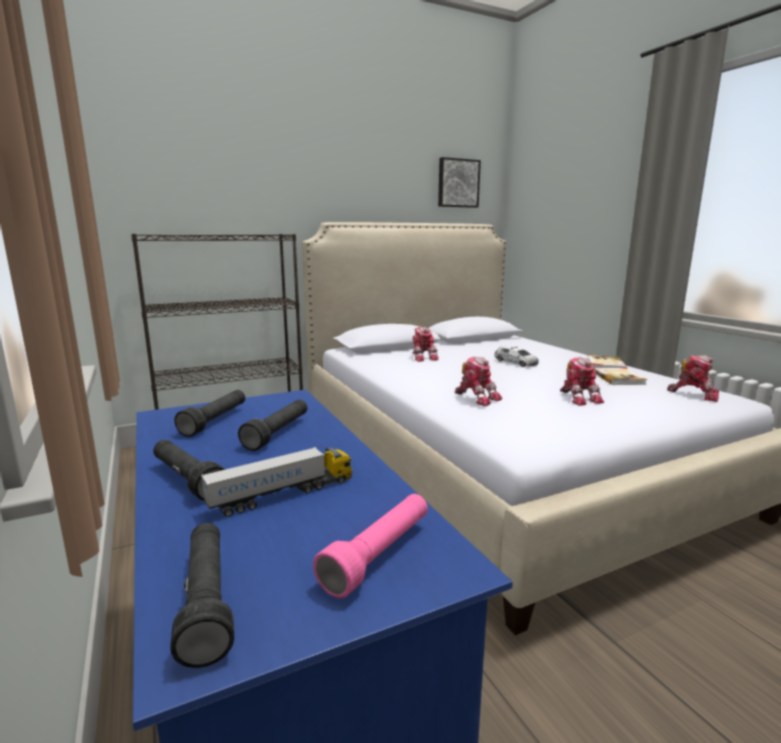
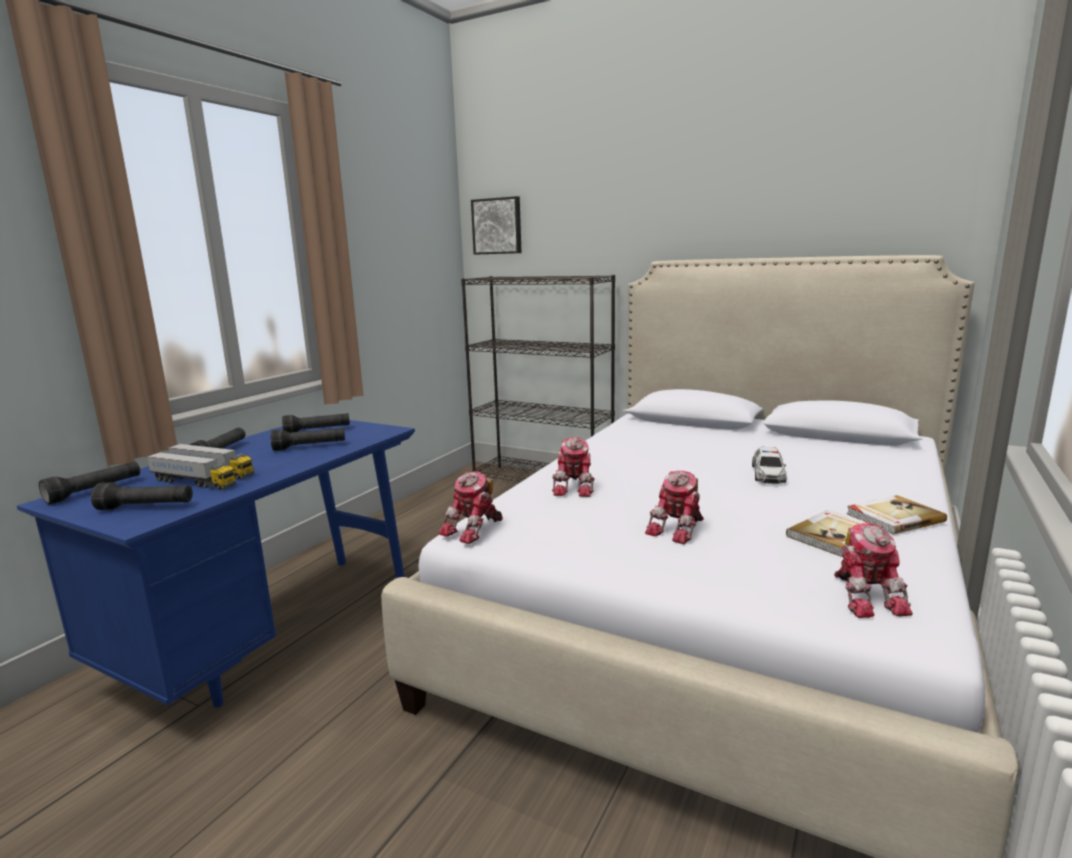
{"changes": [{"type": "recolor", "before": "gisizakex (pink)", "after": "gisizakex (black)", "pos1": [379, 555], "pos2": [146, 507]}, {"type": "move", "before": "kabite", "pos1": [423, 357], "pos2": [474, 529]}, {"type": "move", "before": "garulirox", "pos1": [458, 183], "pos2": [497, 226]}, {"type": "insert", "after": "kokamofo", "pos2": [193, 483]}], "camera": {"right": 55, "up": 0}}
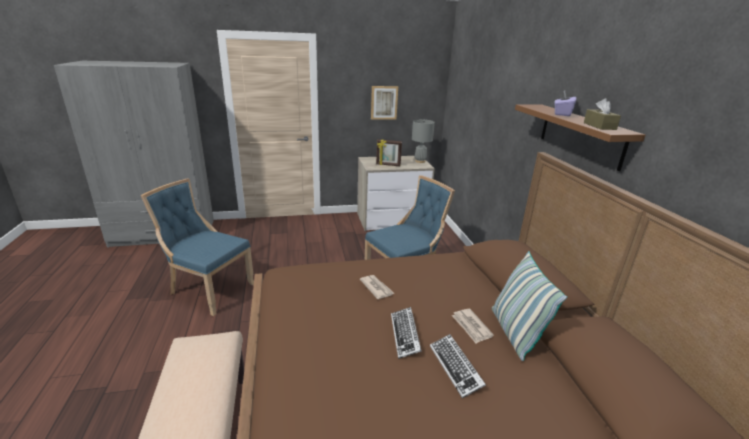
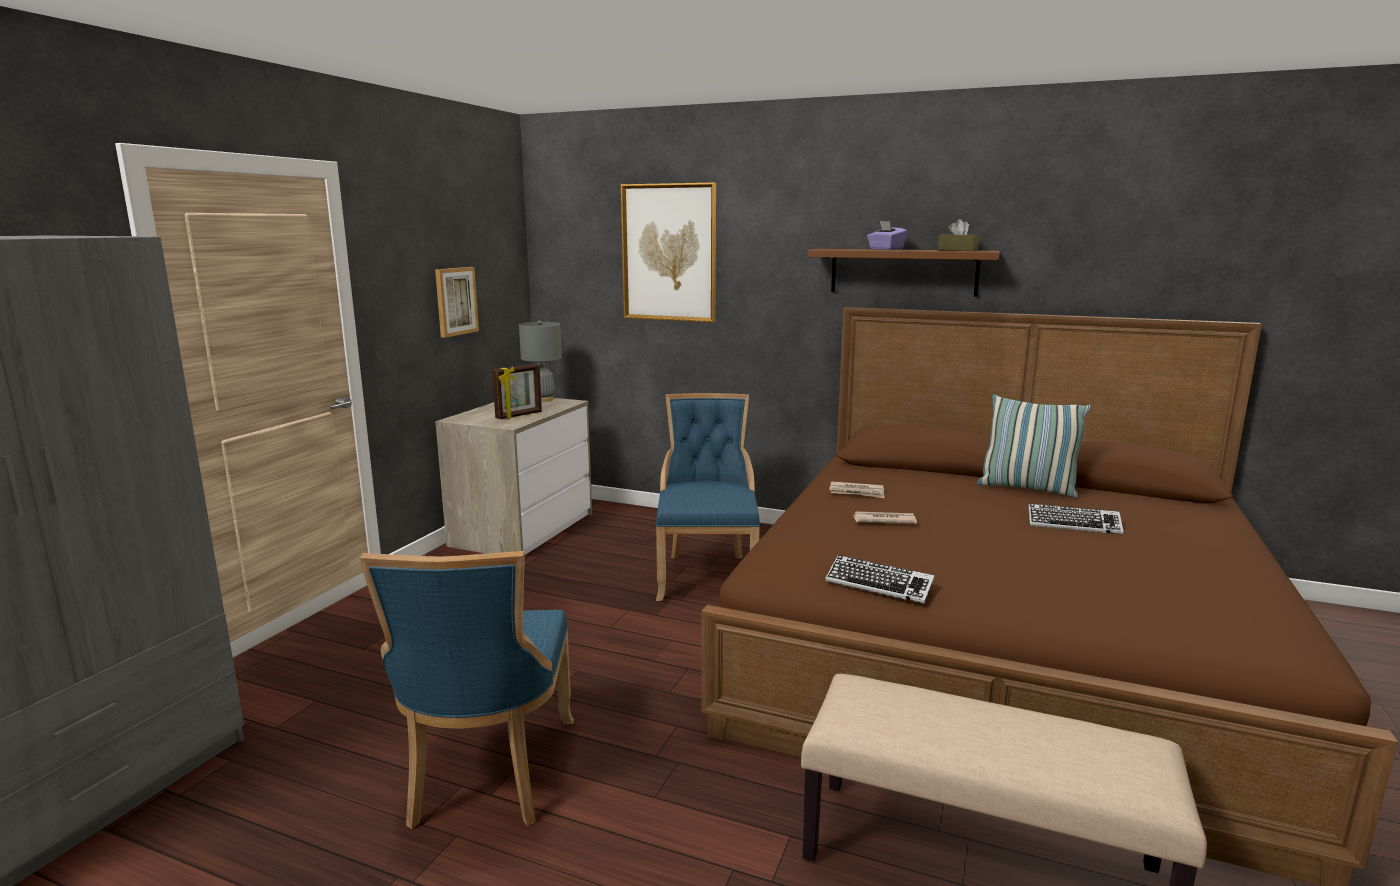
{"changes": [{"type": "rotate", "before": "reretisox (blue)", "pos1": [208, 289], "pos2": [487, 774], "turn": -60}, {"type": "move", "before": "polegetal", "pos1": [405, 335], "pos2": [878, 585]}, {"type": "move", "before": "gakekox", "pos1": [471, 327], "pos2": [857, 492]}, {"type": "insert", "after": "garulirox", "pos2": [669, 253]}], "camera": {"right": -55, "up": -10}}
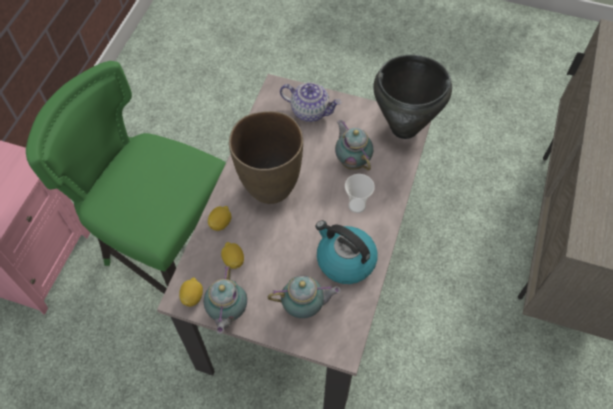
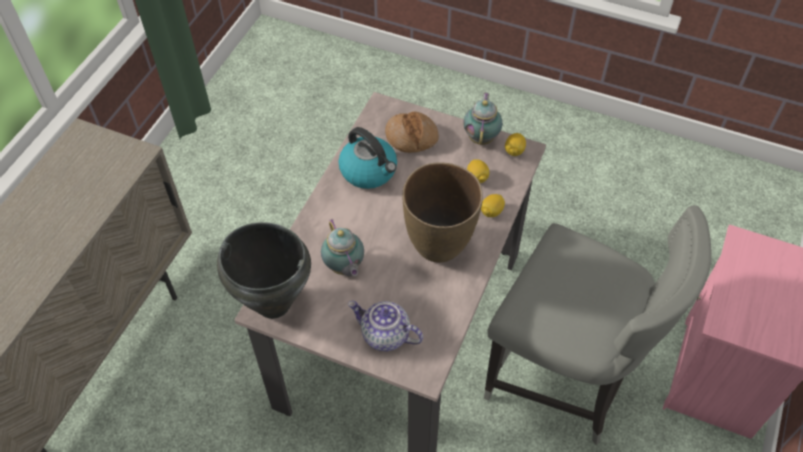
{"changes": [{"type": "recolor", "before": "reretisox (green)", "after": "reretisox (grey)", "pos1": [166, 250], "pos2": [564, 379]}, {"type": "replace", "before": "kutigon", "after": "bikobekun", "pos1": [305, 307], "pos2": [411, 137]}, {"type": "delete", "before": "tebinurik", "pos1": [357, 205]}], "camera": {"right": -175, "up": -5}}
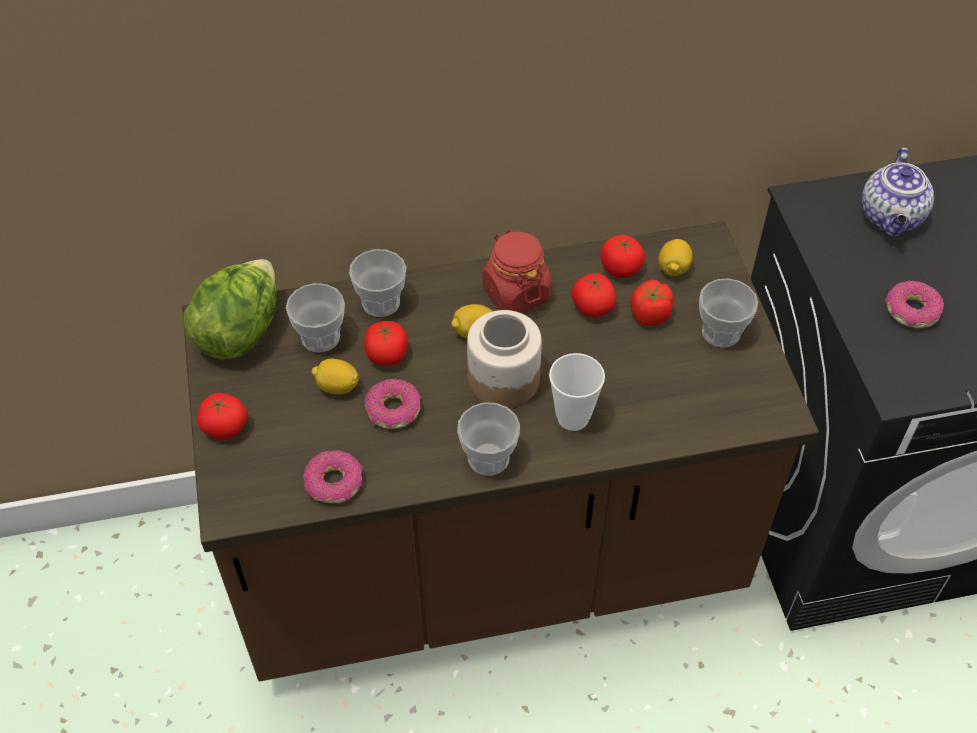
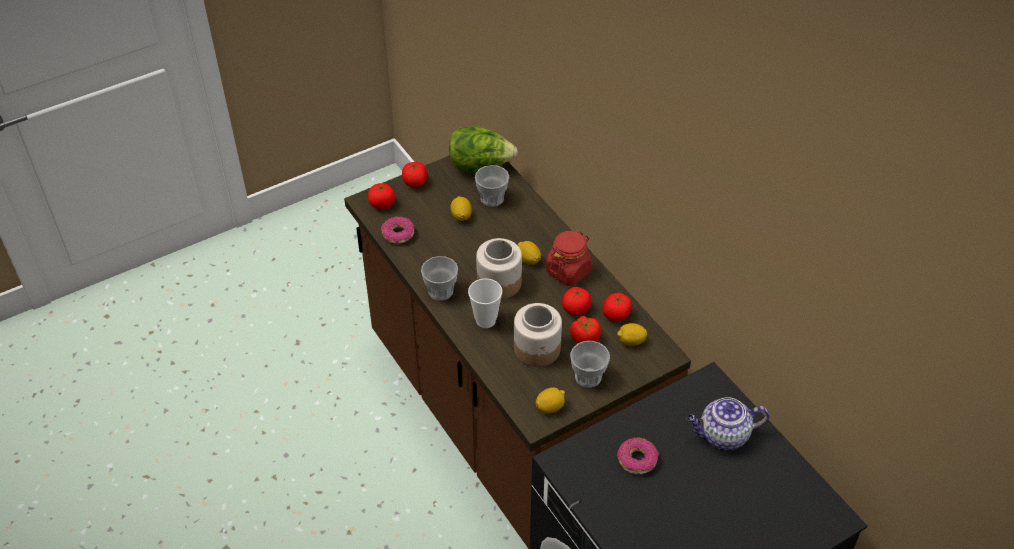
{"changes": [{"type": "delete", "before": "tebinurik", "pos1": [381, 302]}, {"type": "move", "before": "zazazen", "pos1": [387, 355], "pos2": [382, 204]}, {"type": "delete", "before": "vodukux", "pos1": [393, 410]}, {"type": "insert", "after": "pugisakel", "pos2": [537, 349]}, {"type": "insert", "after": "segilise", "pos2": [550, 407]}], "camera": {"right": 70, "up": -5}}
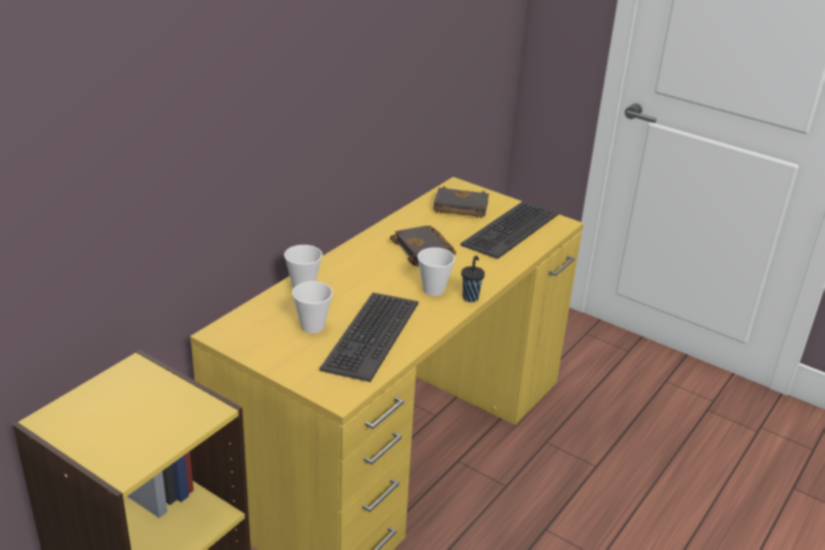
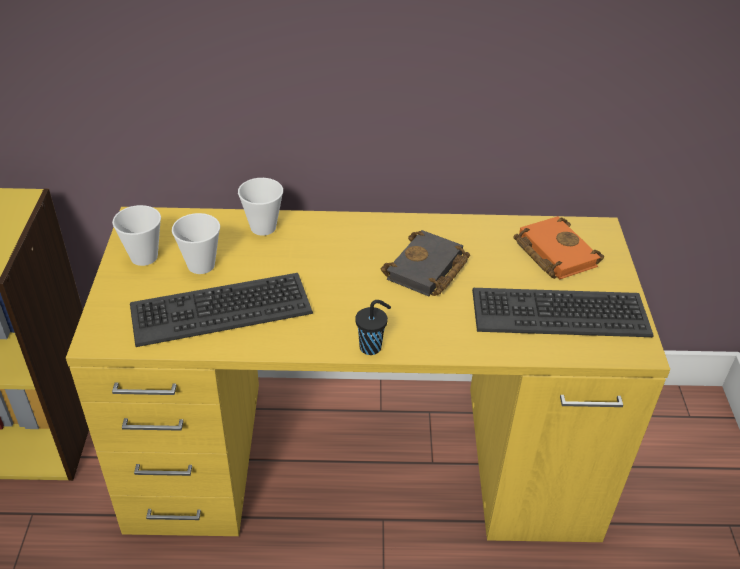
{"changes": [{"type": "move", "before": "tebinurik", "pos1": [433, 290], "pos2": [144, 257]}, {"type": "recolor", "before": "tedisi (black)", "after": "tedisi (orange)", "pos1": [459, 208], "pos2": [552, 252]}], "camera": {"right": 55, "up": 10}}
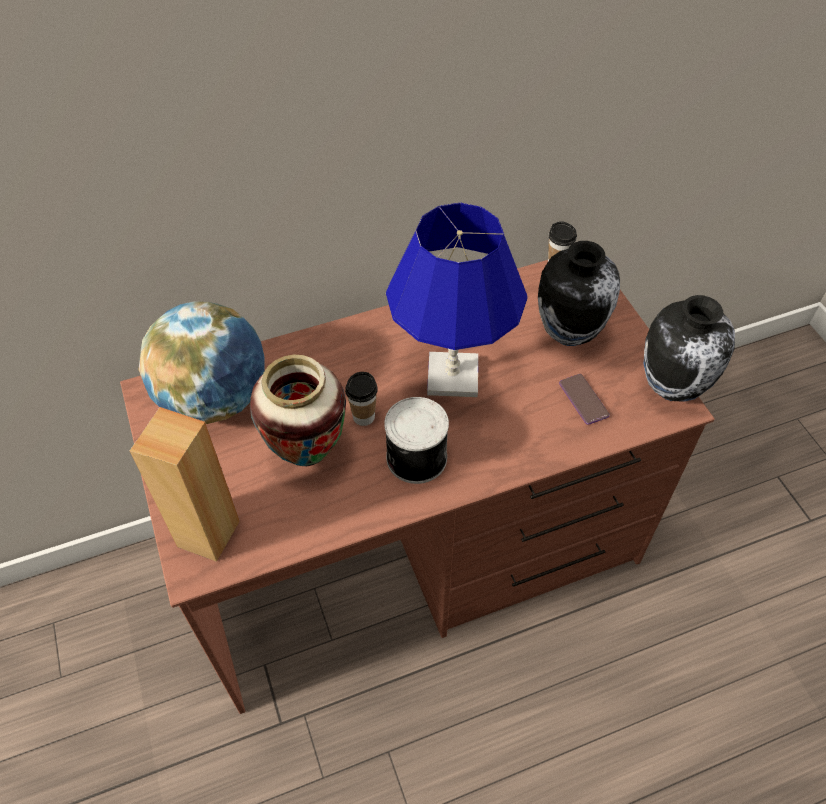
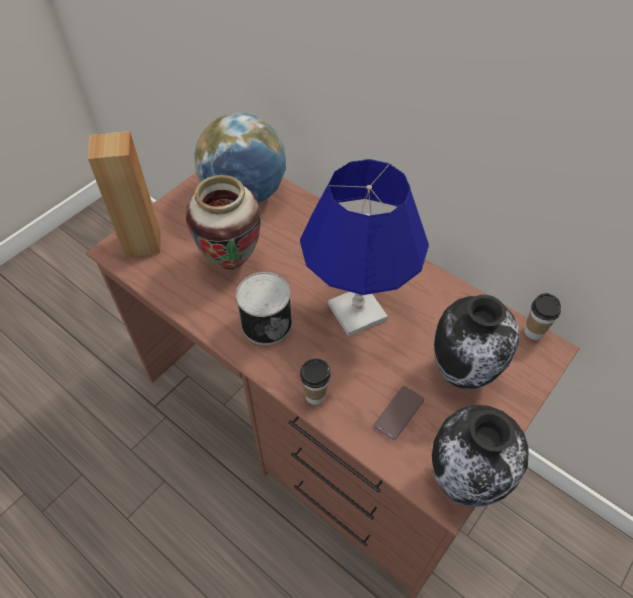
{"changes": [{"type": "move", "before": "tebinurik", "pos1": [363, 417], "pos2": [315, 395]}], "camera": {"right": 60, "up": 0}}
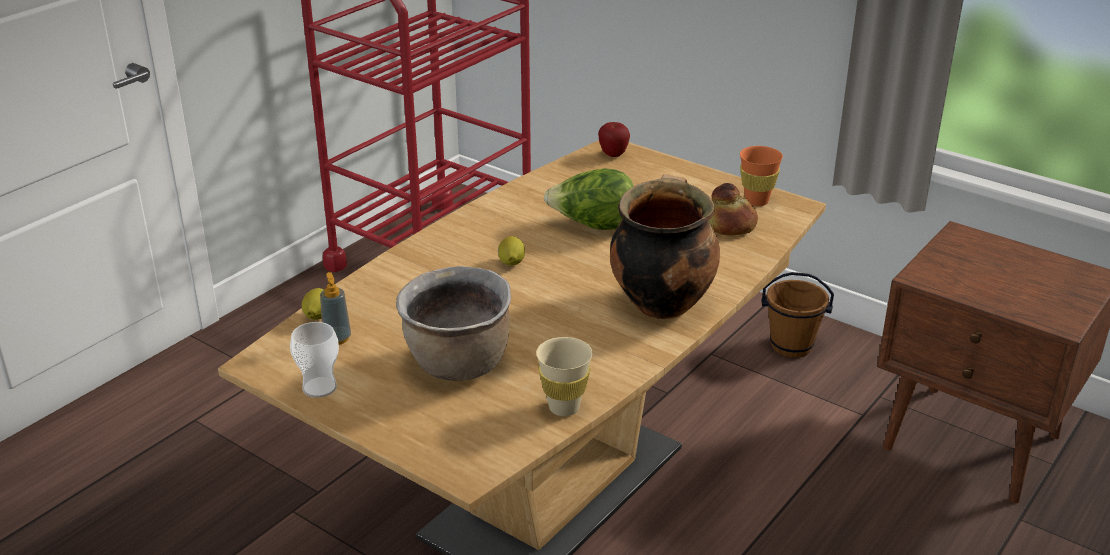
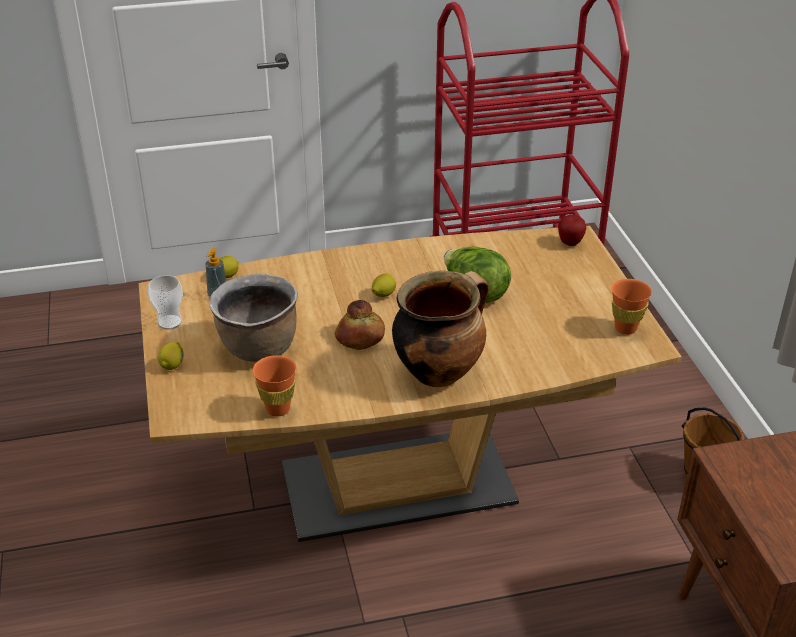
{"changes": [{"type": "recolor", "before": "tebinurik (beige)", "after": "tebinurik (orange)", "pos1": [564, 407], "pos2": [278, 409]}, {"type": "move", "before": "bikobekun", "pos1": [731, 224], "pos2": [361, 337]}, {"type": "insert", "after": "segilise", "pos2": [172, 365]}], "camera": {"right": 40, "up": 5}}
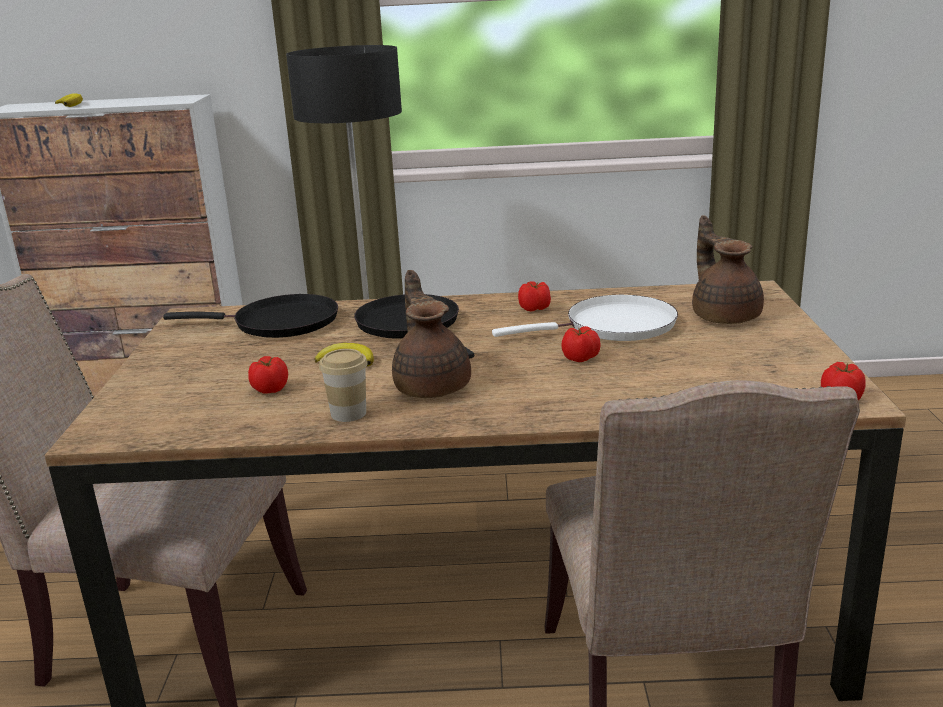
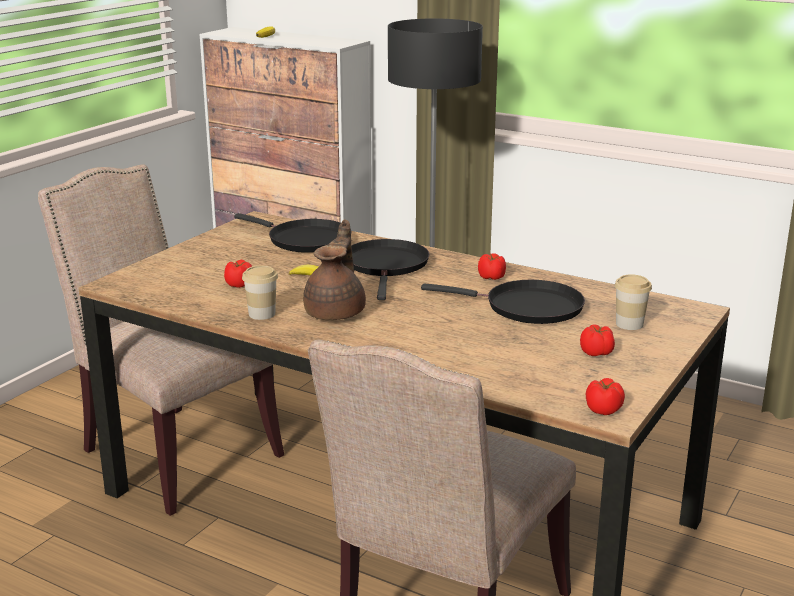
{"changes": [{"type": "recolor", "before": "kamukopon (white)", "after": "kamukopon (black)", "pos1": [613, 326], "pos2": [527, 307]}, {"type": "move", "before": "zazazen", "pos1": [581, 358], "pos2": [597, 353]}, {"type": "replace", "before": "kutigon (brown)", "after": "tebinurik", "pos1": [724, 316], "pos2": [629, 324]}], "camera": {"right": 30, "up": 0}}
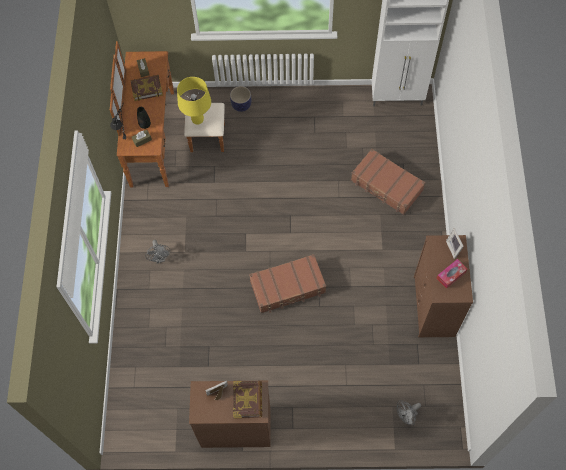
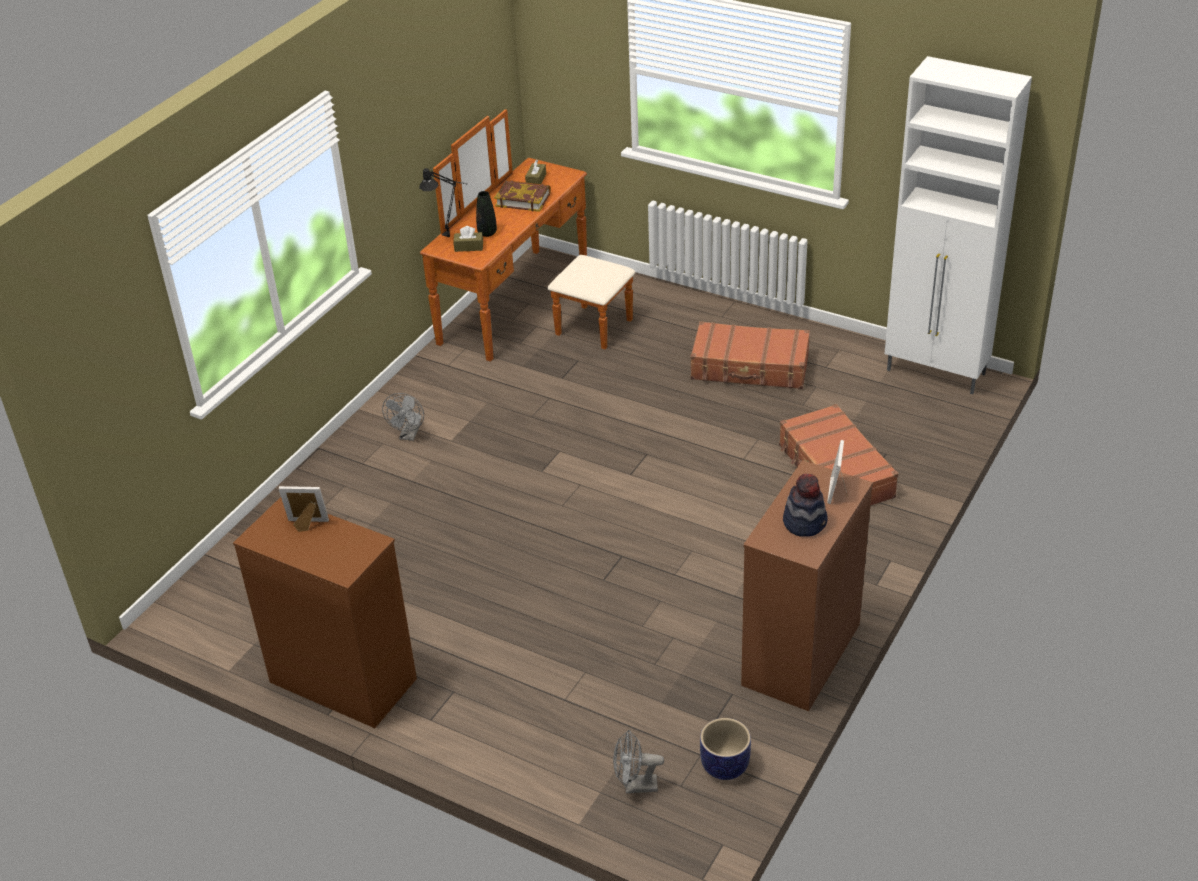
{"changes": [{"type": "delete", "before": "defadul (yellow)", "pos1": [198, 120]}, {"type": "move", "before": "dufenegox", "pos1": [241, 105], "pos2": [725, 766]}, {"type": "delete", "before": "tedisi", "pos1": [248, 400]}, {"type": "move", "before": "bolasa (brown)", "pos1": [288, 287], "pos2": [750, 367]}, {"type": "replace", "before": "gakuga", "after": "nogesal", "pos1": [451, 275], "pos2": [805, 522]}], "camera": {"right": 30, "up": -25}}
